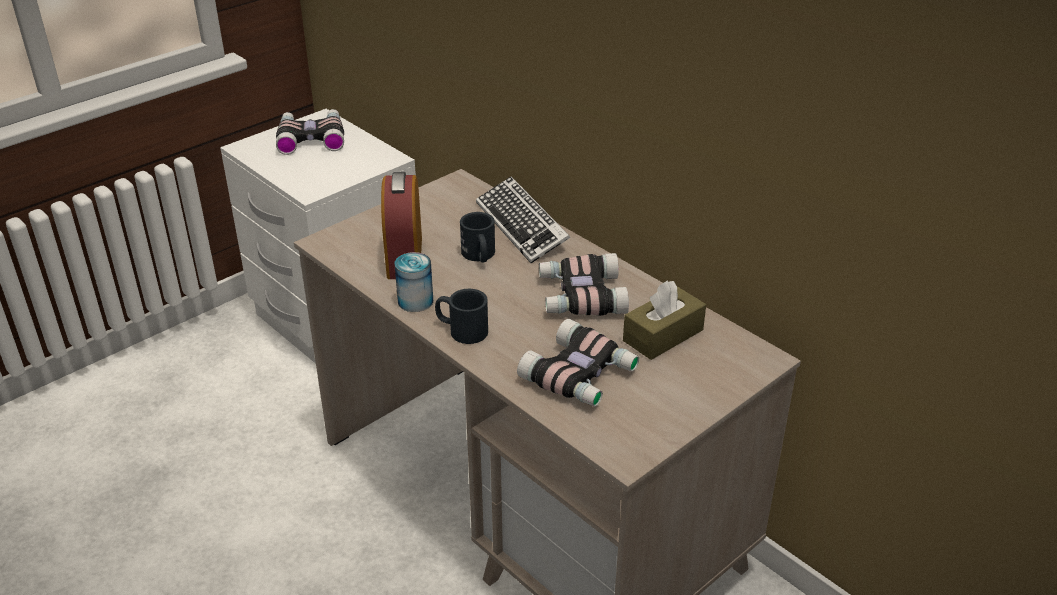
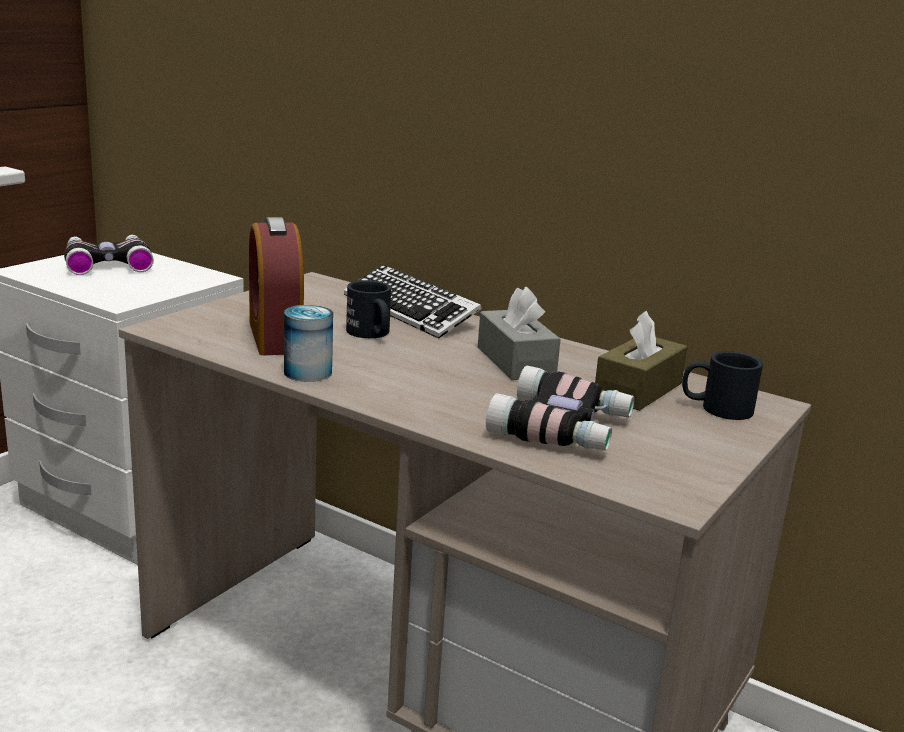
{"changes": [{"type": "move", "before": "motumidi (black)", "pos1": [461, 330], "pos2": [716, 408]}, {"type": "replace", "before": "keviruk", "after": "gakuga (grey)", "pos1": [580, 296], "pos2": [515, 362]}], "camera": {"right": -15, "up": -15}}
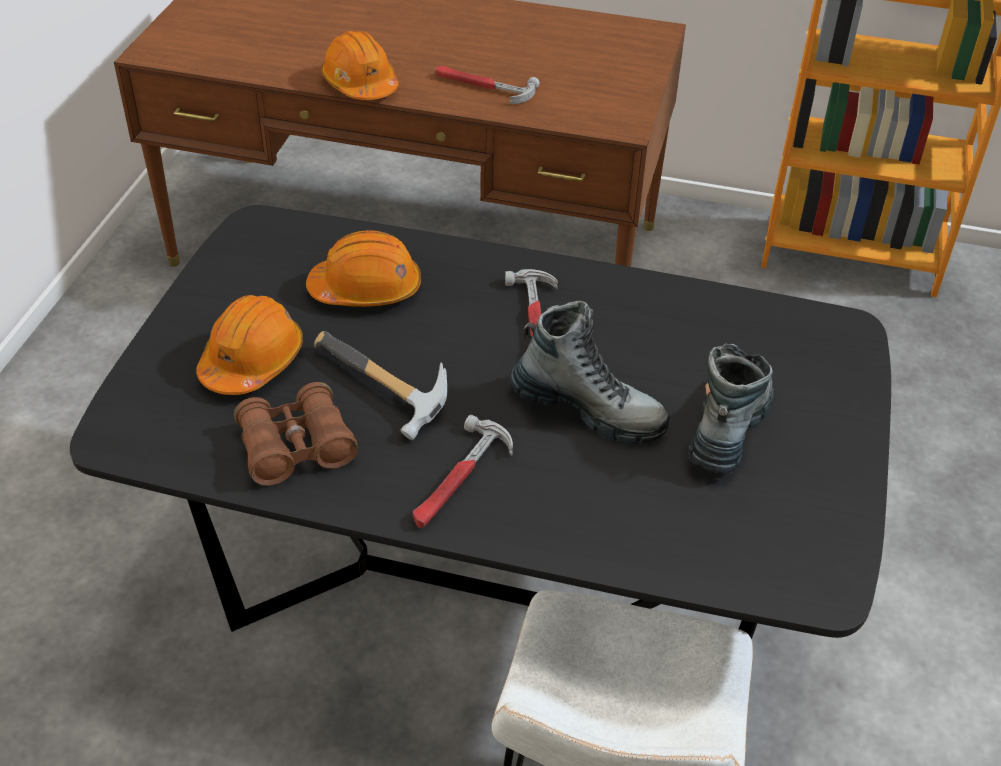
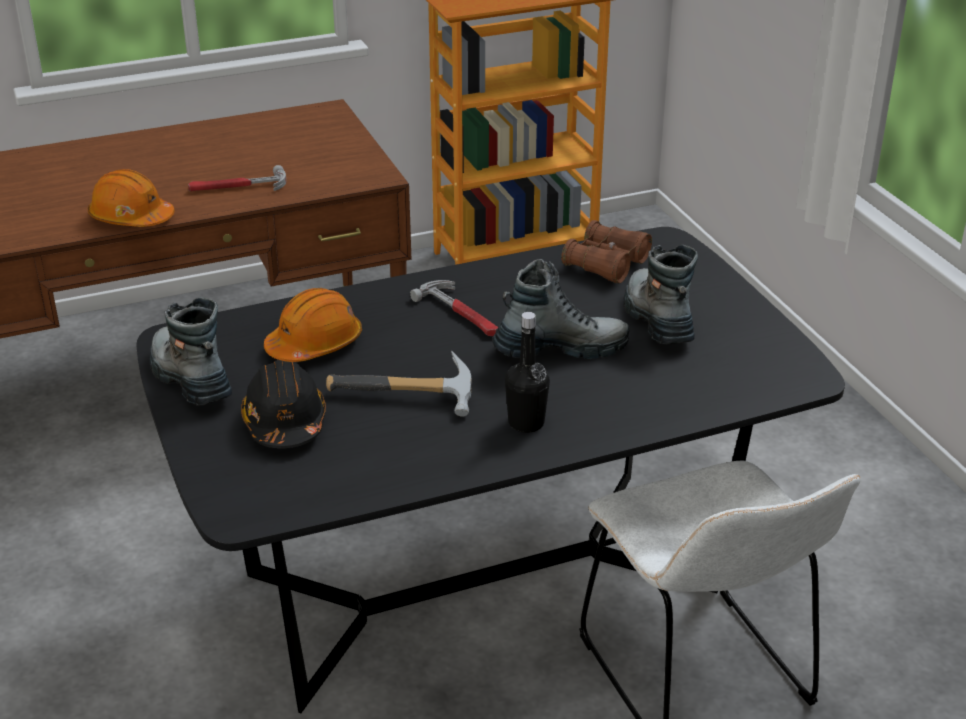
{"changes": [{"type": "recolor", "before": "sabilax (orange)", "after": "sabilax (black)", "pos1": [252, 361], "pos2": [285, 422]}, {"type": "move", "before": "keviruk (brown)", "pos1": [296, 447], "pos2": [606, 264]}, {"type": "replace", "before": "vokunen", "after": "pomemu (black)", "pos1": [460, 479], "pos2": [526, 423]}, {"type": "insert", "after": "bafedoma", "pos2": [190, 379]}], "camera": {"right": -35, "up": -10}}
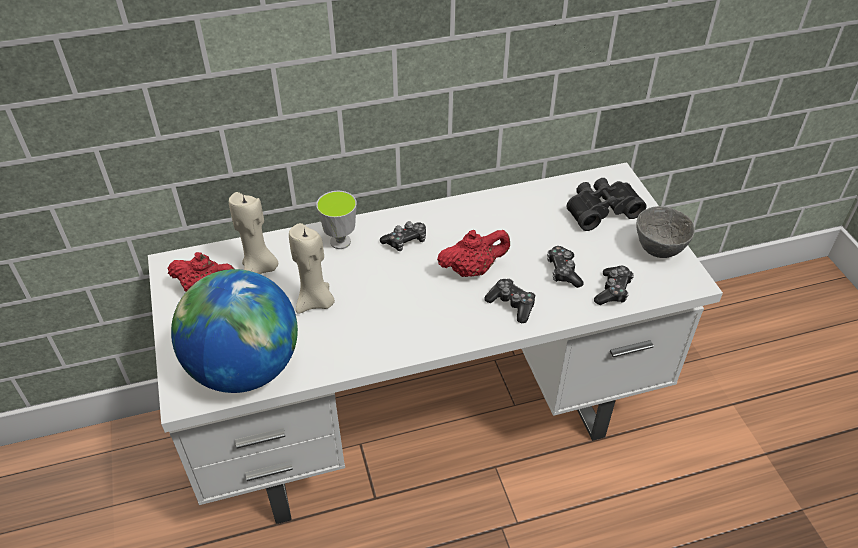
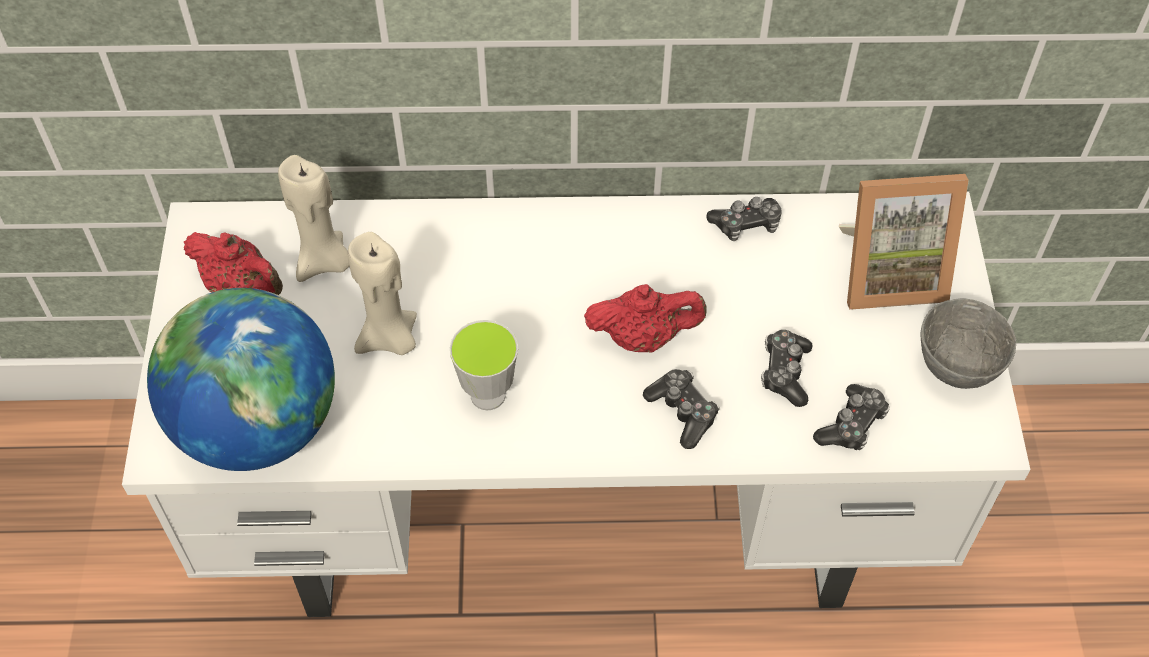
{"changes": [{"type": "move", "before": "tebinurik", "pos1": [340, 242], "pos2": [488, 395]}, {"type": "move", "before": "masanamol", "pos1": [405, 241], "pos2": [746, 225]}, {"type": "replace", "before": "keviruk (black)", "after": "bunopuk", "pos1": [600, 210], "pos2": [889, 273]}], "camera": {"right": 15, "up": 10}}
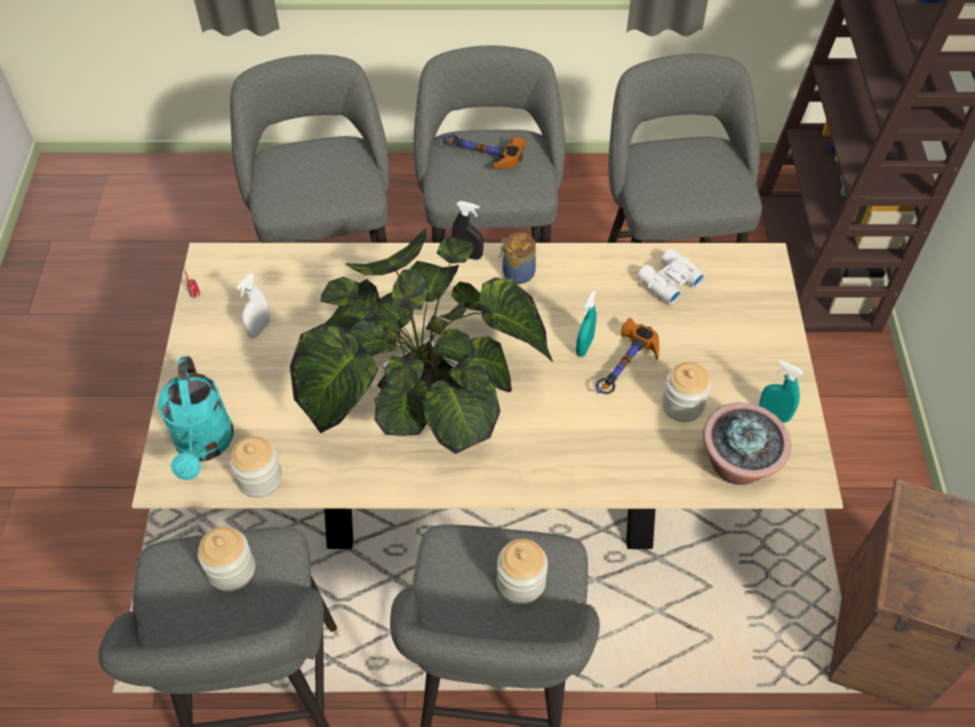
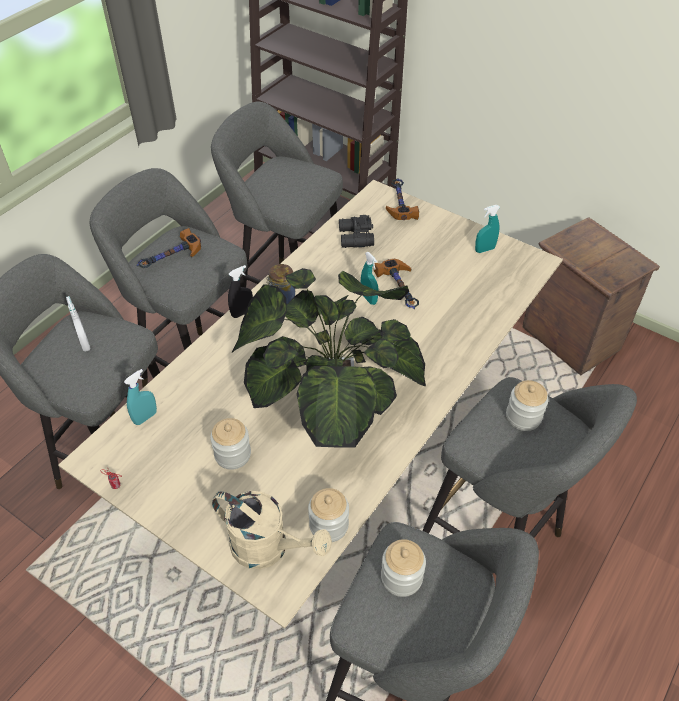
{"changes": [{"type": "recolor", "before": "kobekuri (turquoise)", "after": "kobekuri (beige)", "pos1": [204, 446], "pos2": [269, 548]}, {"type": "move", "before": "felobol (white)", "pos1": [259, 329], "pos2": [85, 344]}, {"type": "recolor", "before": "keviruk (white)", "after": "keviruk (black)", "pos1": [667, 282], "pos2": [355, 238]}, {"type": "move", "before": "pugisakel", "pos1": [682, 405], "pos2": [233, 454]}, {"type": "delete", "before": "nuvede", "pos1": [737, 465]}, {"type": "insert", "after": "felobol (turquoise)", "pos2": [145, 417]}, {"type": "insert", "after": "vokunen", "pos2": [399, 204]}], "camera": {"right": -55, "up": -5}}
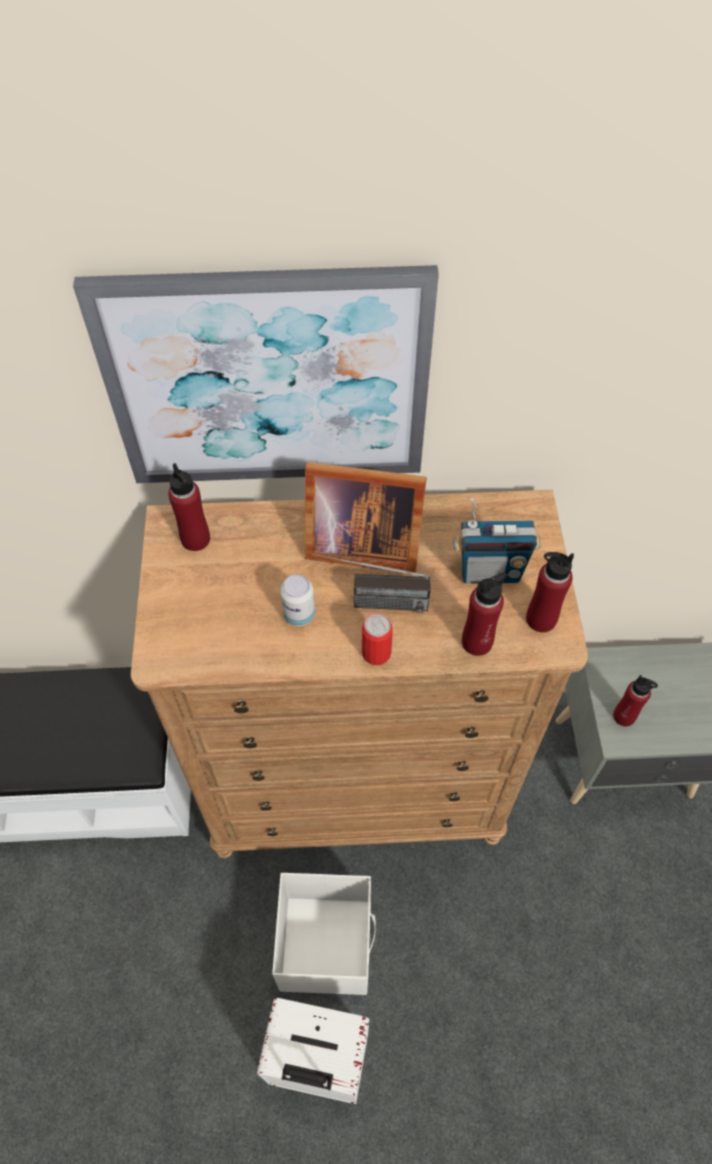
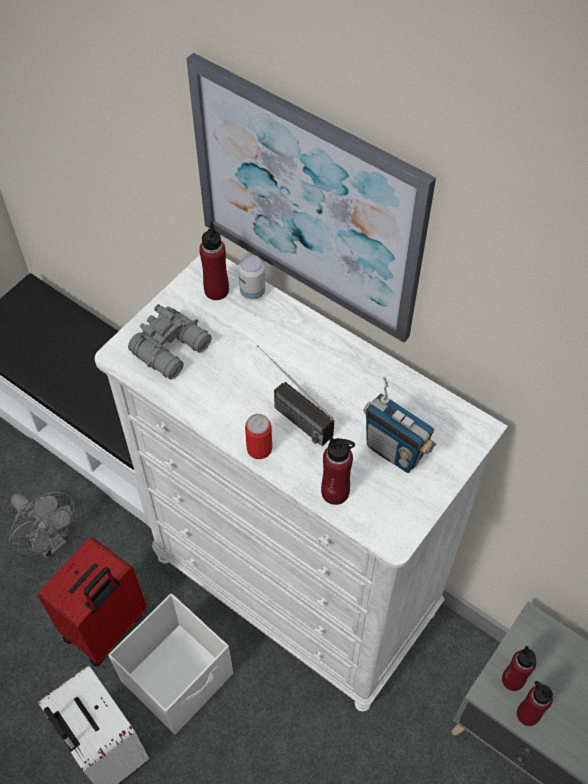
{"changes": [{"type": "recolor", "before": "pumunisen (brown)", "after": "pumunisen (white)", "pos1": [356, 785], "pos2": [296, 586]}, {"type": "move", "before": "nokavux", "pos1": [299, 615], "pos2": [252, 291]}, {"type": "delete", "before": "bunopuk", "pos1": [359, 544]}, {"type": "move", "before": "pomemu (red)", "pos1": [540, 619], "pos2": [527, 714]}, {"type": "insert", "after": "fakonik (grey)", "pos2": [49, 542]}, {"type": "insert", "after": "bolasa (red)", "pos2": [106, 627]}, {"type": "insert", "after": "keviruk (grey)", "pos2": [173, 349]}], "camera": {"right": 40, "up": 0}}
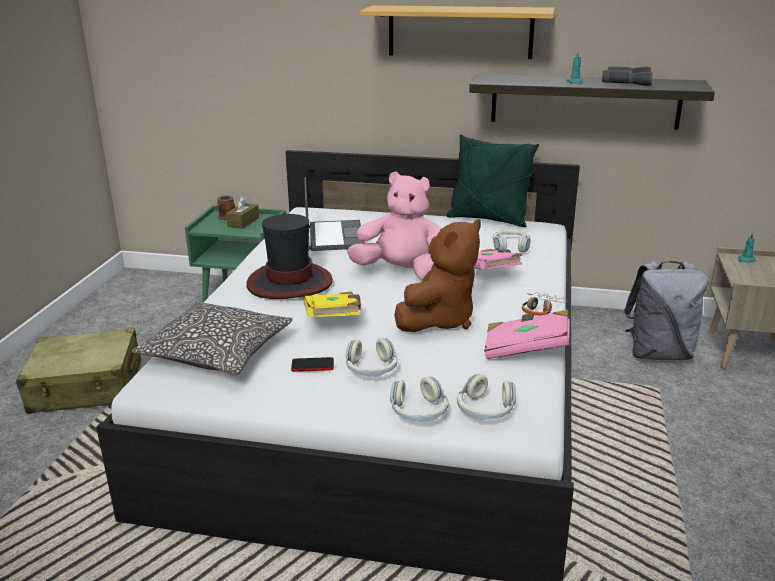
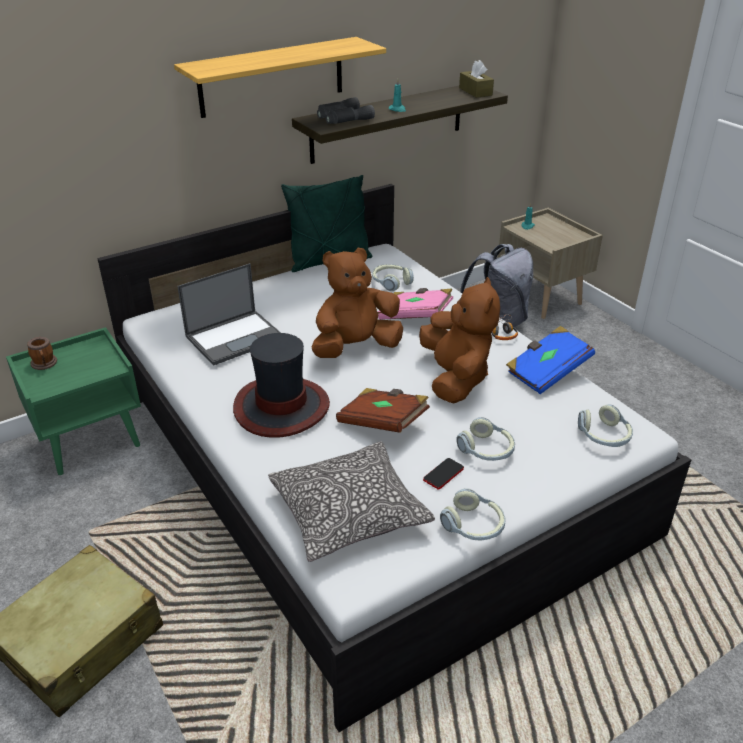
{"changes": [{"type": "move", "before": "gakuga (brown)", "pos1": [243, 222], "pos2": [475, 91]}, {"type": "recolor", "before": "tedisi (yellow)", "after": "tedisi (brown)", "pos1": [333, 319], "pos2": [383, 423]}, {"type": "rotate", "before": "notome", "pos1": [334, 236], "pos2": [235, 337], "turn": 105}, {"type": "recolor", "before": "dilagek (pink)", "after": "dilagek (brown)", "pos1": [402, 272], "pos2": [355, 347]}, {"type": "move", "before": "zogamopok", "pos1": [419, 412], "pos2": [473, 526]}, {"type": "recolor", "before": "tedisi (pink)", "after": "tedisi (blue)", "pos1": [526, 350], "pos2": [547, 372]}, {"type": "move", "before": "keviruk (grey)", "pos1": [624, 81], "pos2": [342, 118]}], "camera": {"right": -45, "up": 10}}
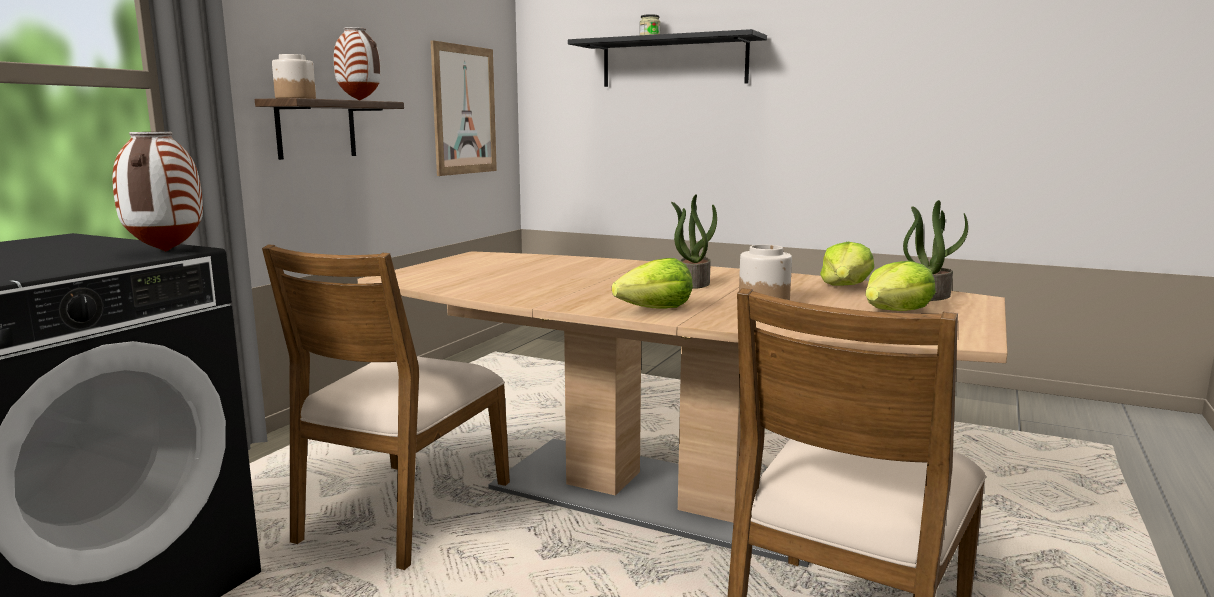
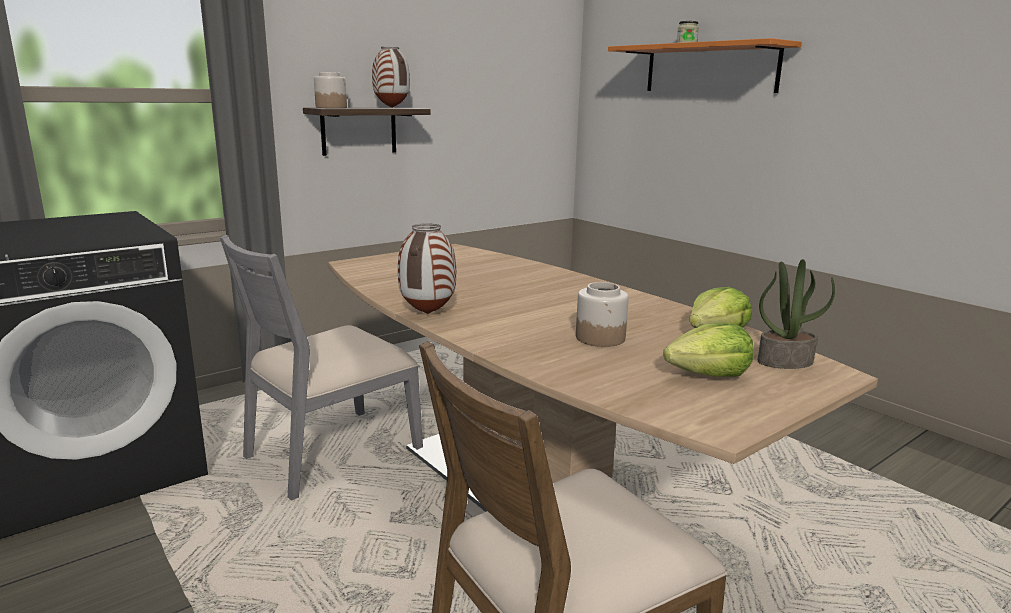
{"changes": [{"type": "move", "before": "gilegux", "pos1": [165, 251], "pos2": [427, 313]}, {"type": "recolor", "before": "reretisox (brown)", "after": "reretisox (grey)", "pos1": [402, 513], "pos2": [331, 453]}, {"type": "delete", "before": "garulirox", "pos1": [464, 110]}, {"type": "recolor", "before": "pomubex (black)", "after": "pomubex (orange)", "pos1": [674, 62], "pos2": [710, 68]}, {"type": "delete", "before": "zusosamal", "pos1": [656, 310]}, {"type": "delete", "before": "nuvede", "pos1": [693, 283]}], "camera": {"right": 25, "up": 5}}
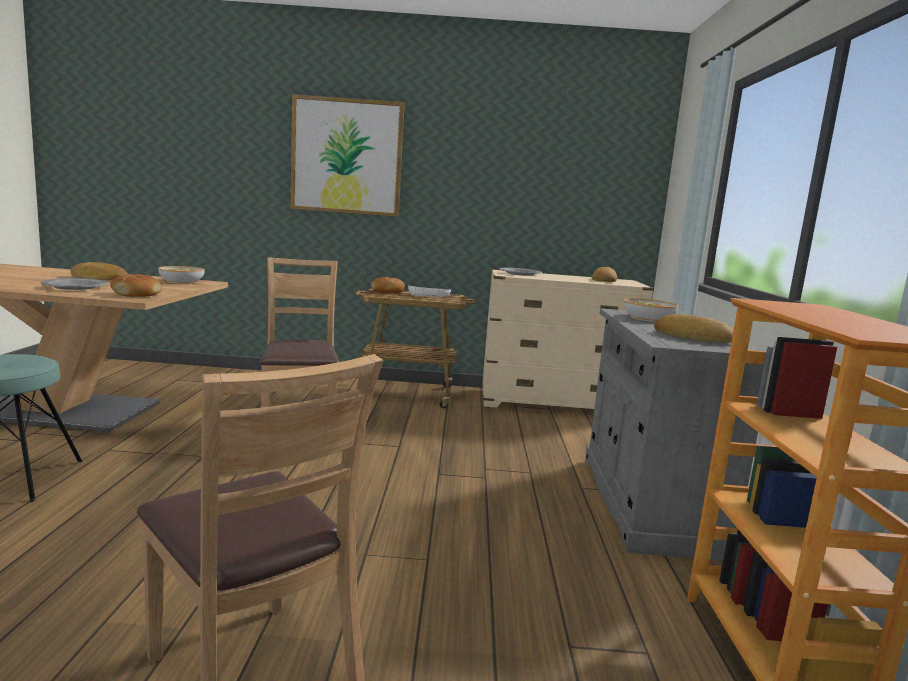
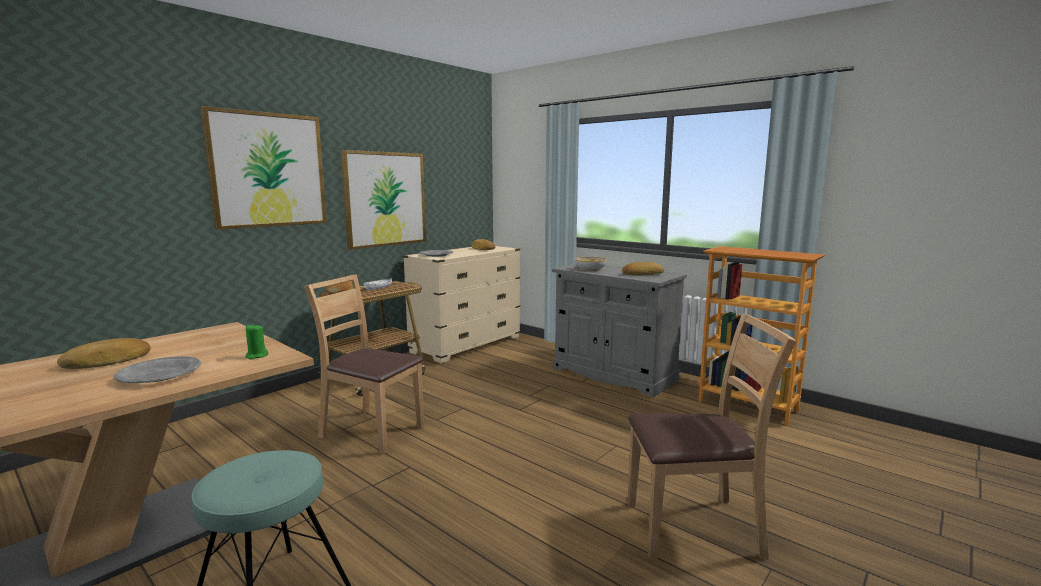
{"changes": [{"type": "replace", "before": "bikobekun", "after": "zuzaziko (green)", "pos1": [137, 294], "pos2": [256, 356]}, {"type": "delete", "before": "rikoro", "pos1": [182, 281]}, {"type": "insert", "after": "garulirox", "pos2": [385, 199]}], "camera": {"right": -50, "up": 0}}
